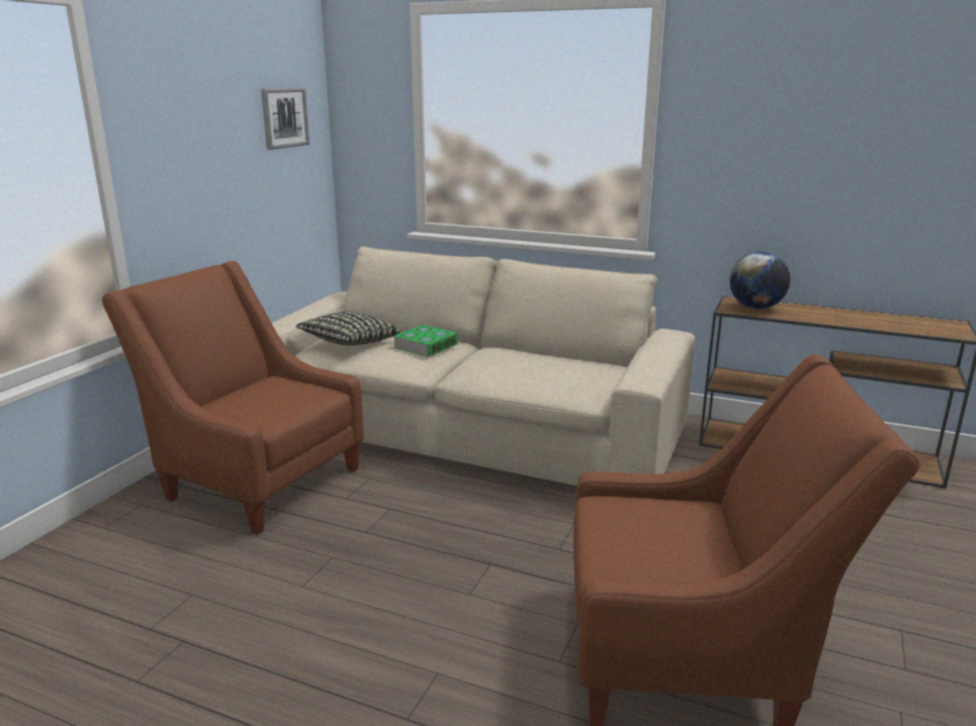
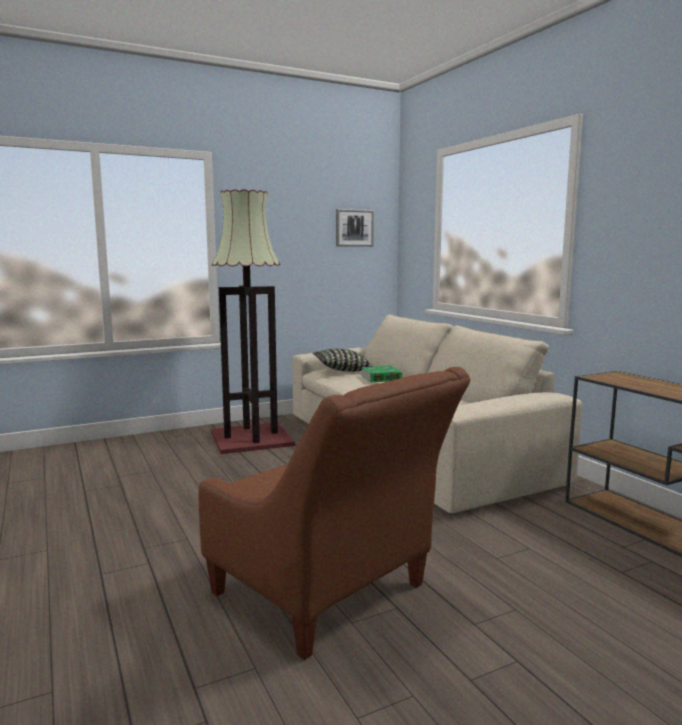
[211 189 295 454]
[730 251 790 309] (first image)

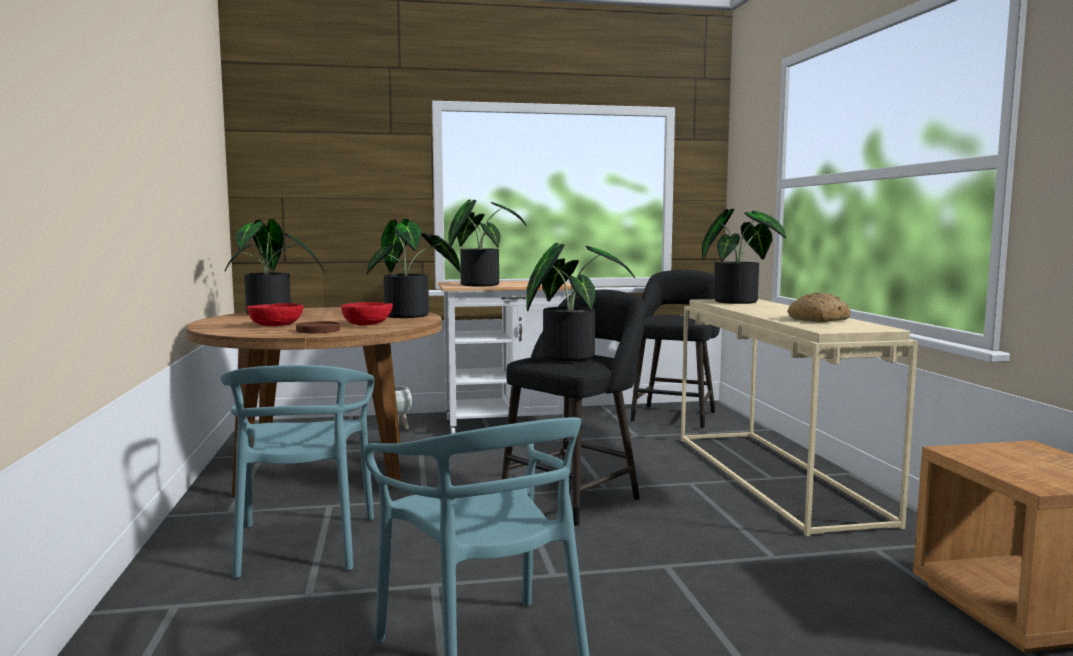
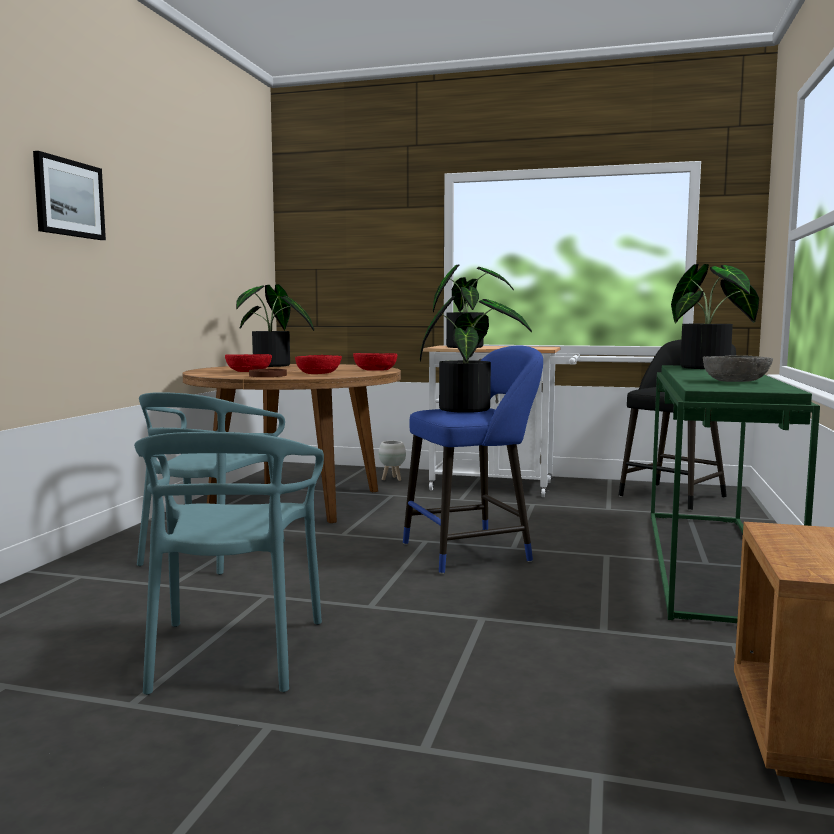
[353 353 397 371]
[403 345 543 574]
[651 365 820 623]
[703 356 773 382]
[33 151 106 240]

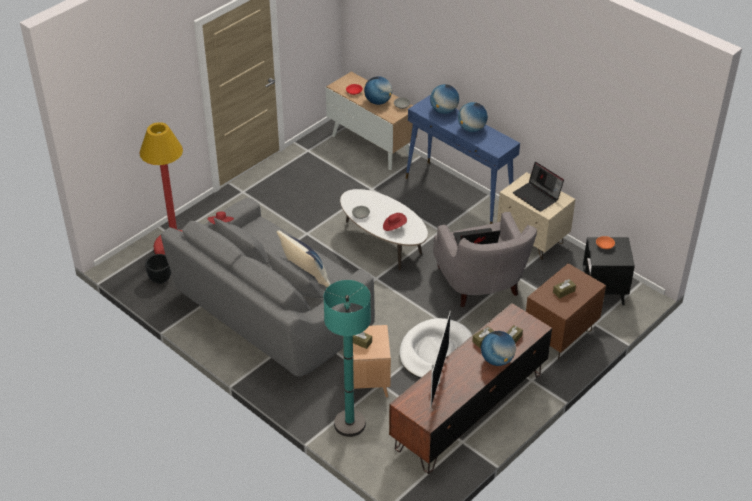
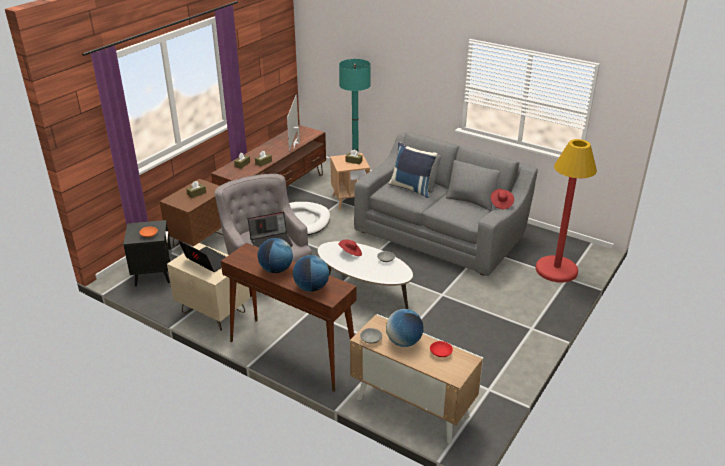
[145 254 171 284] (first image)
[221 243 357 392]
[481 331 516 366] (first image)

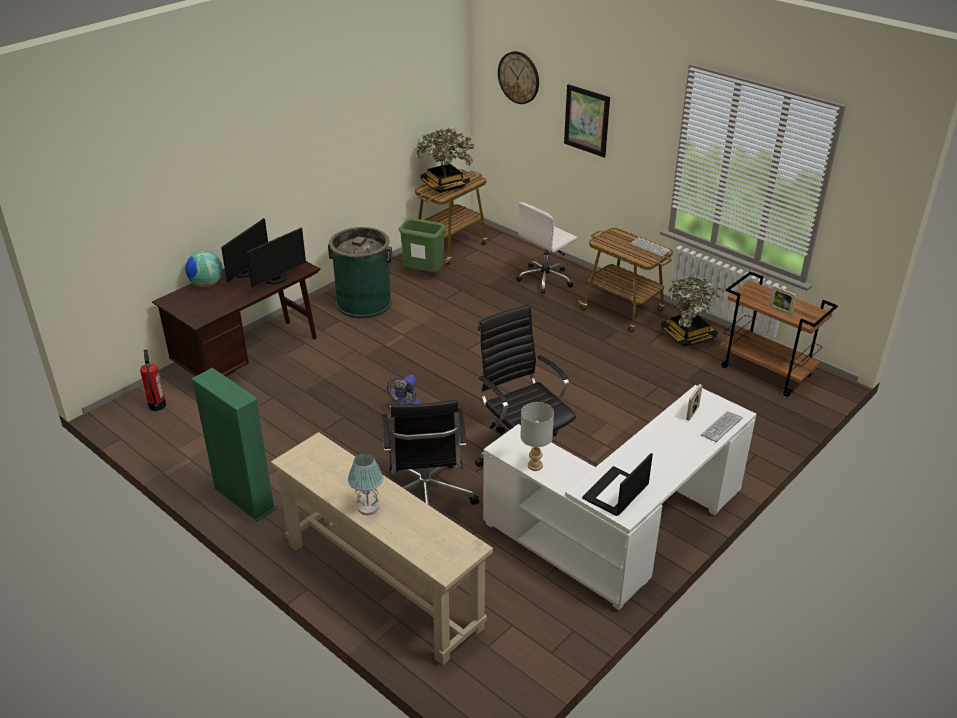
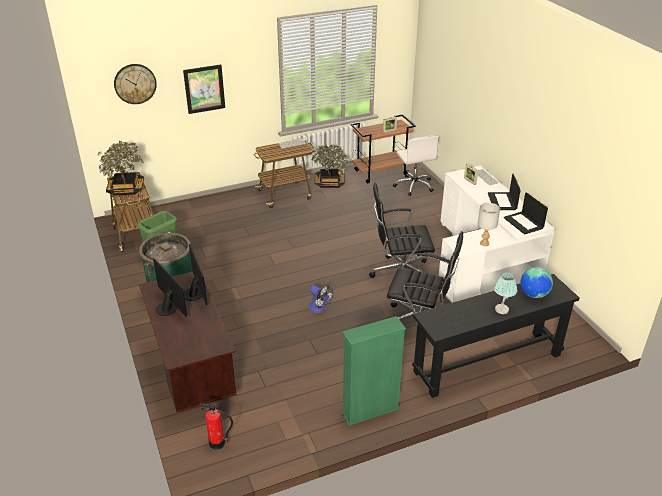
[520 267 553 298]
[412 274 580 398]
[393 135 439 196]
[488 174 521 210]

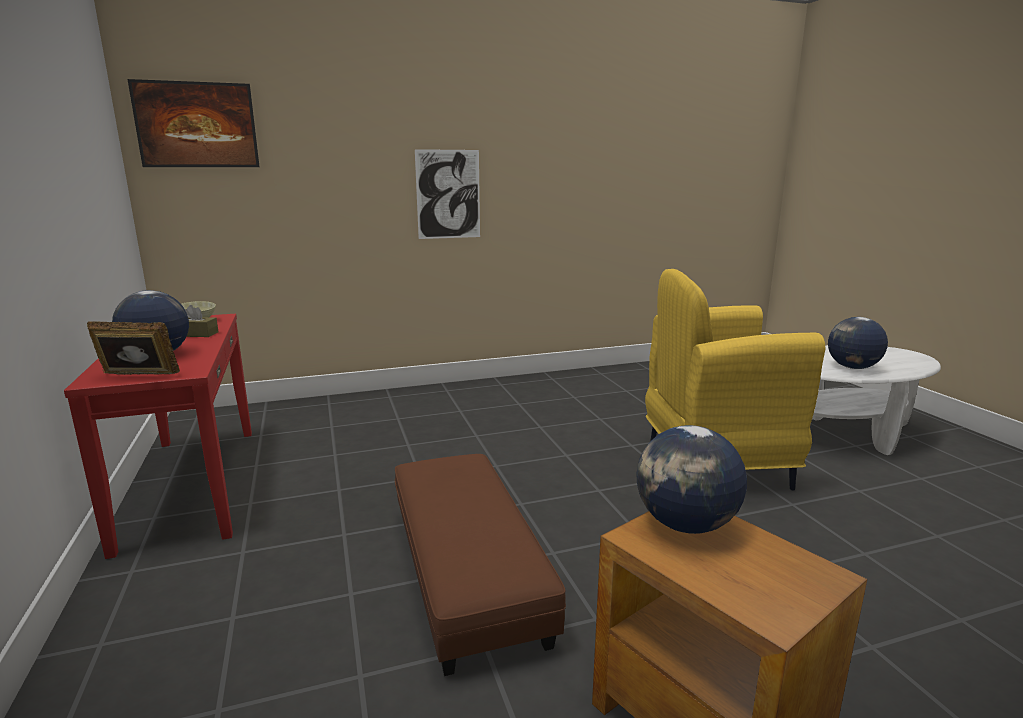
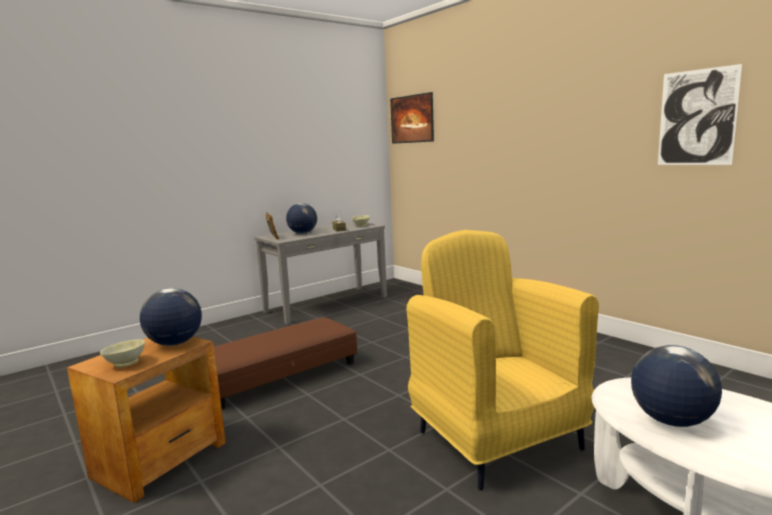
[255 222 387 324]
[658 64 742 165]
[100 339 145 368]

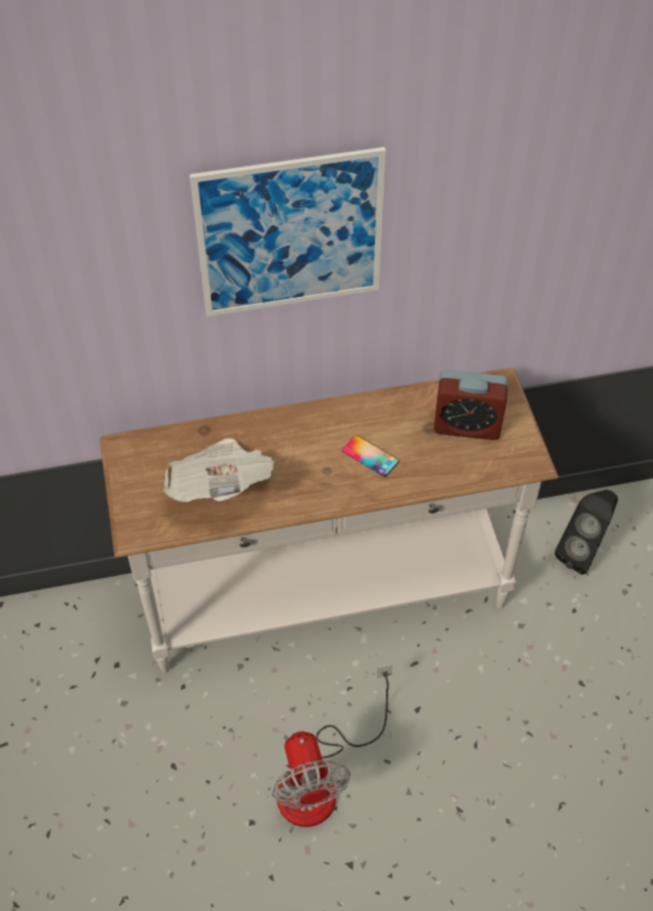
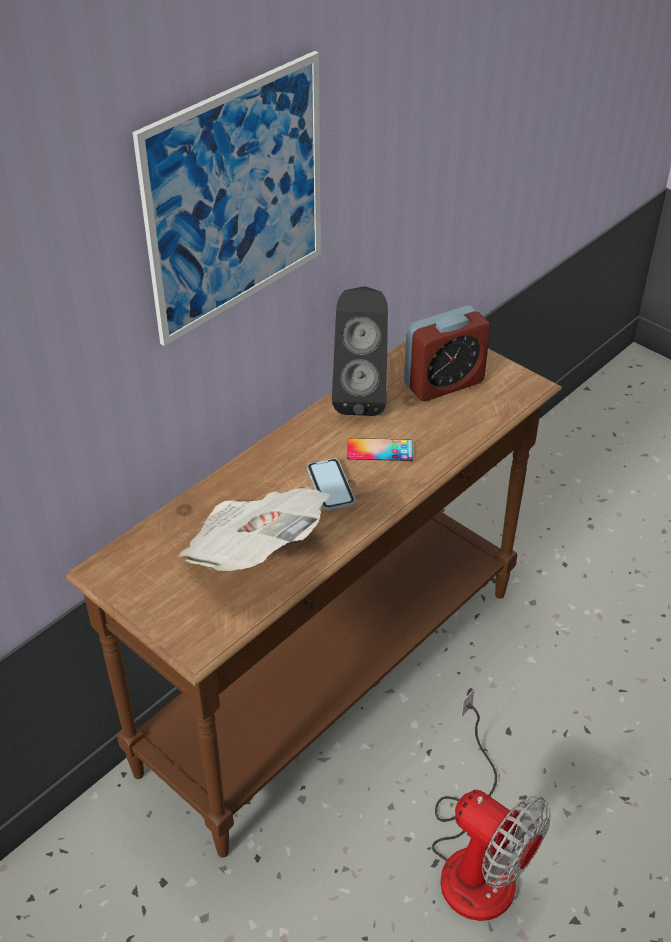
[66 341 562 858]
[332 286 388 416]
[307 458 355 510]

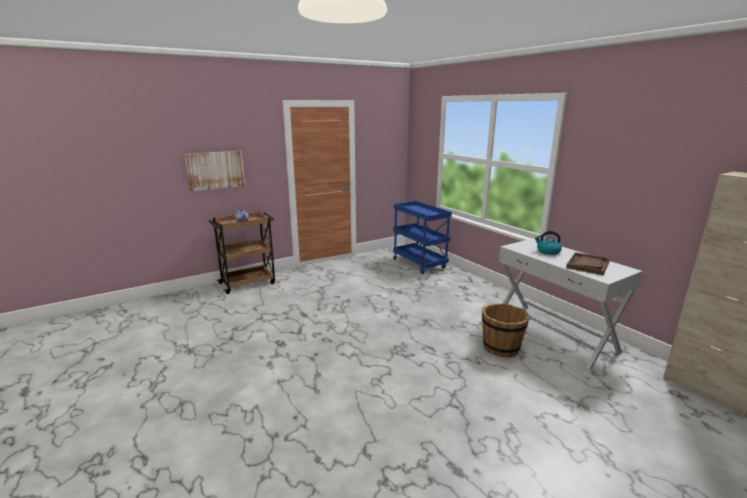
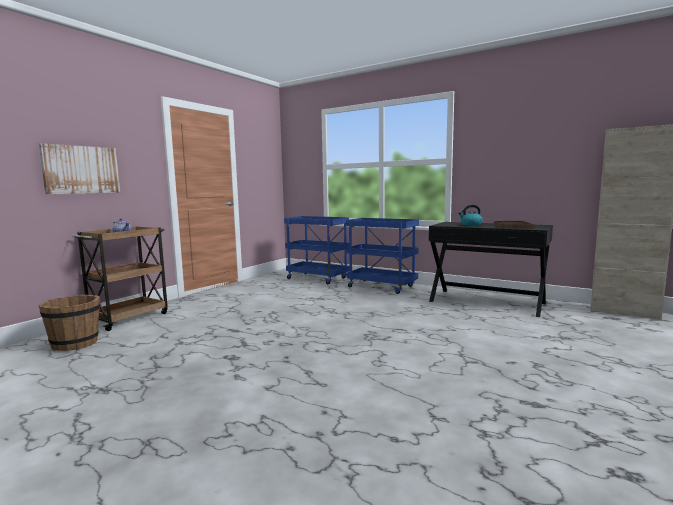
[38 295 100 351]
[429 222 553 317]
[346 218 419 294]

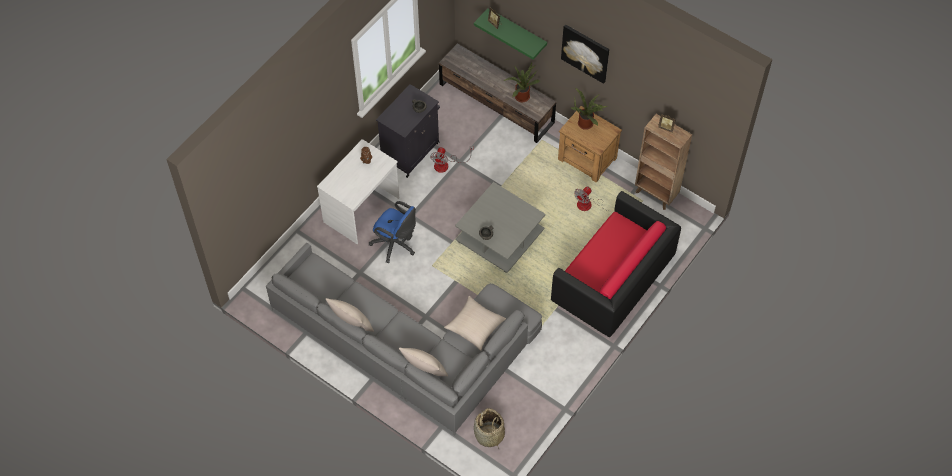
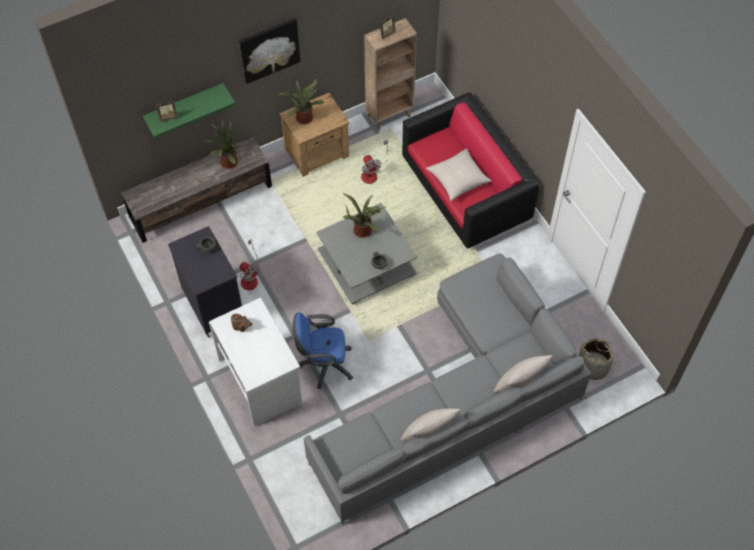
[293 312 353 389]
[426 148 492 201]
[343 193 385 238]

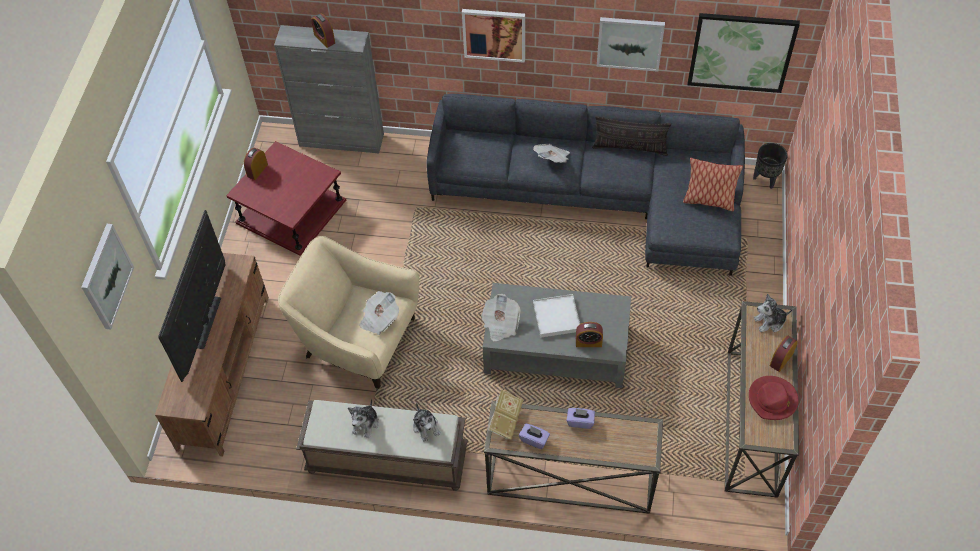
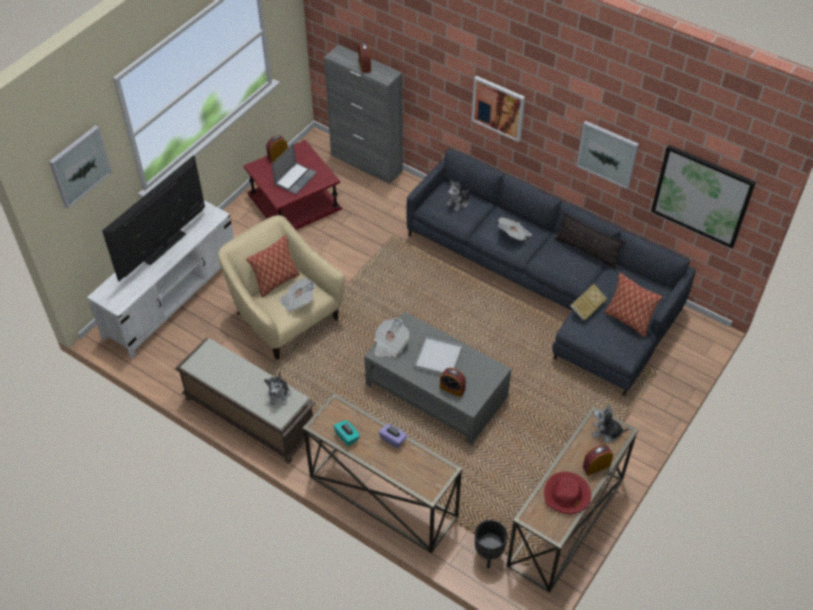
[87 200 234 358]
[446 180 470 212]
[571 284 607 320]
[333 420 360 446]
[475 520 508 568]
[246 235 300 297]
[272 143 317 195]

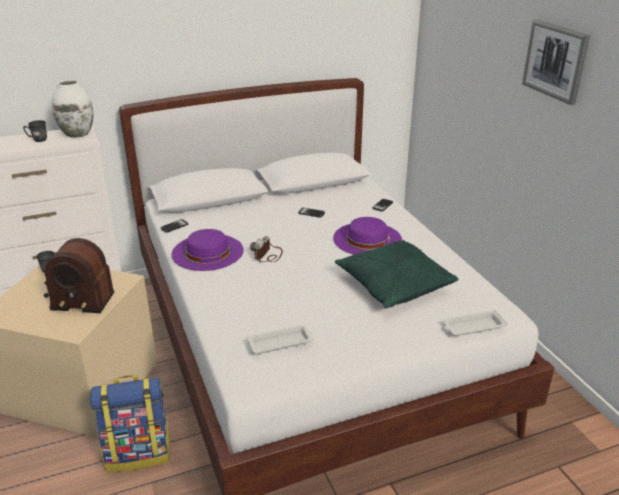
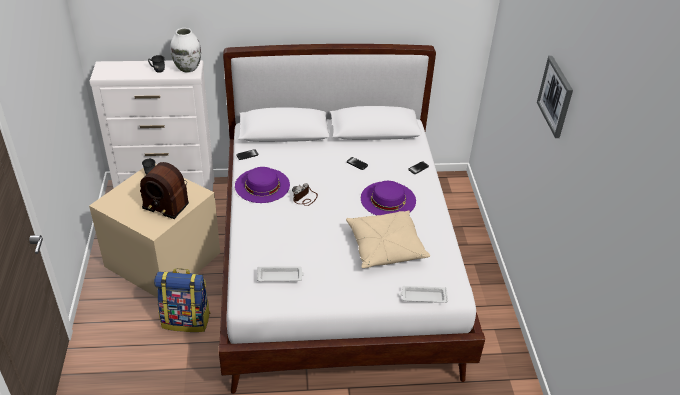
[346 210 430 268]

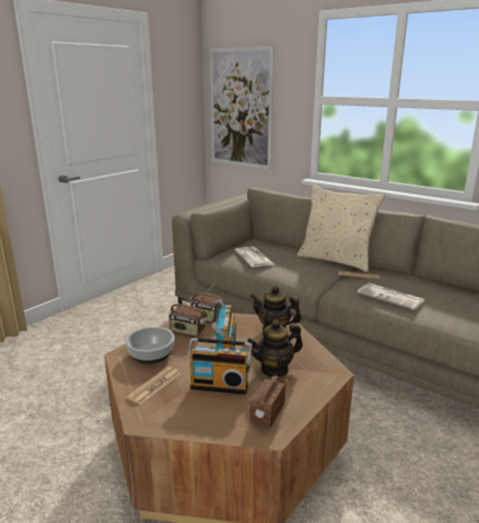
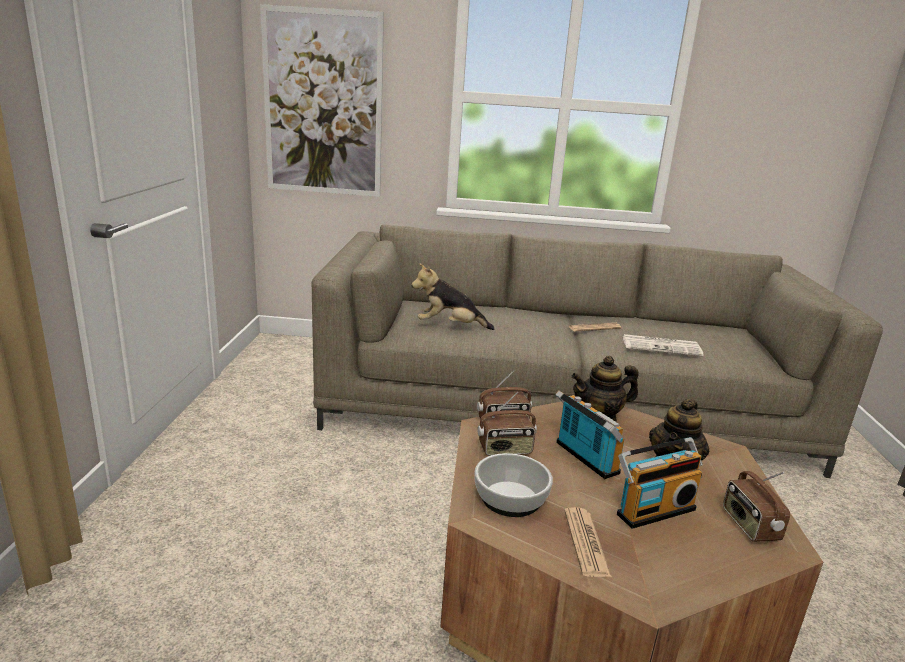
[411 263 494 330]
[297 185 385 272] (first image)

